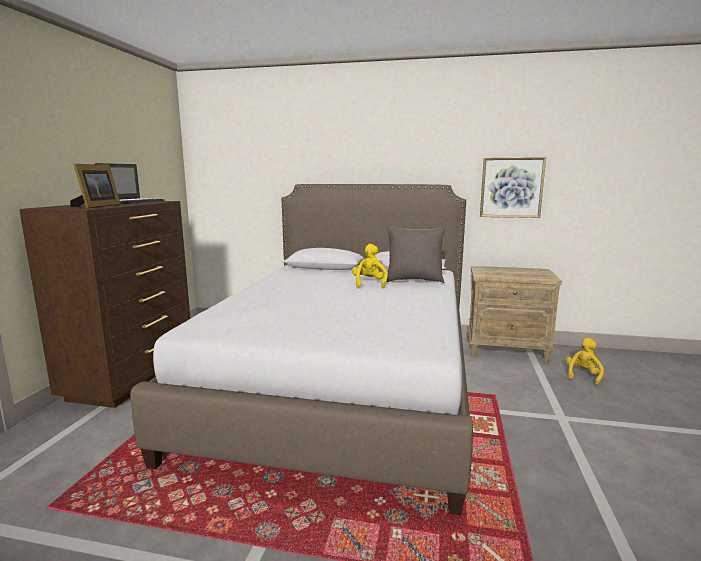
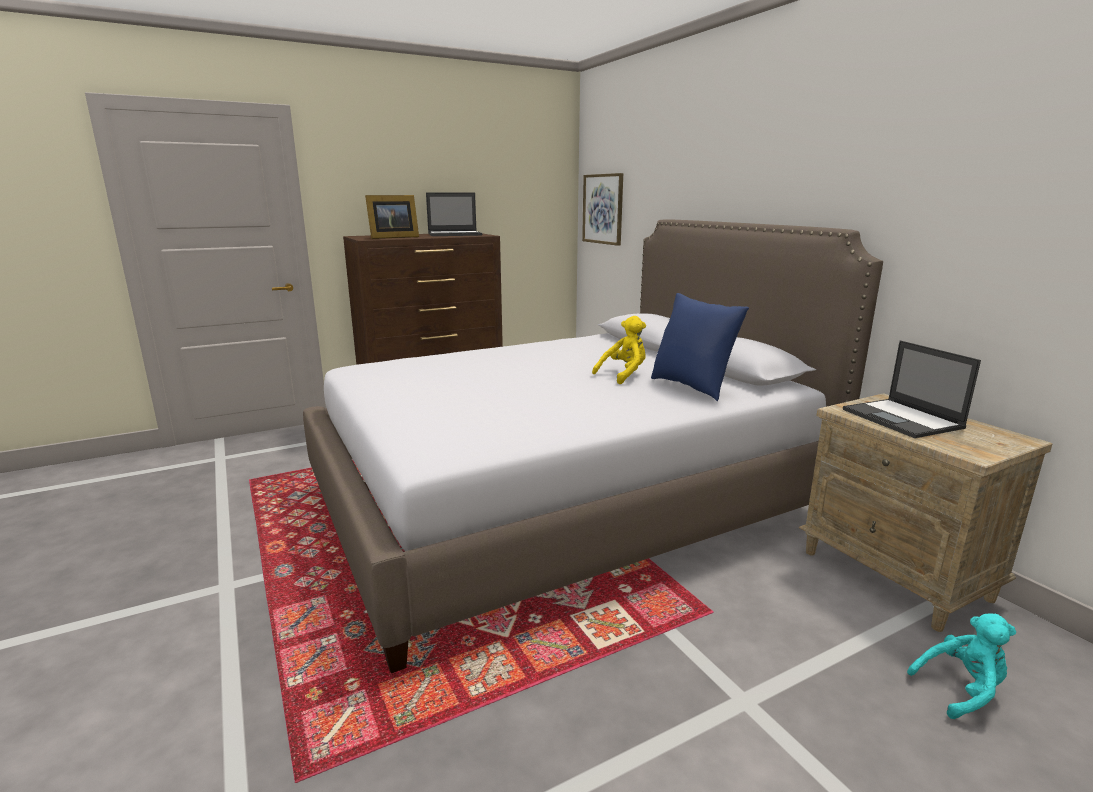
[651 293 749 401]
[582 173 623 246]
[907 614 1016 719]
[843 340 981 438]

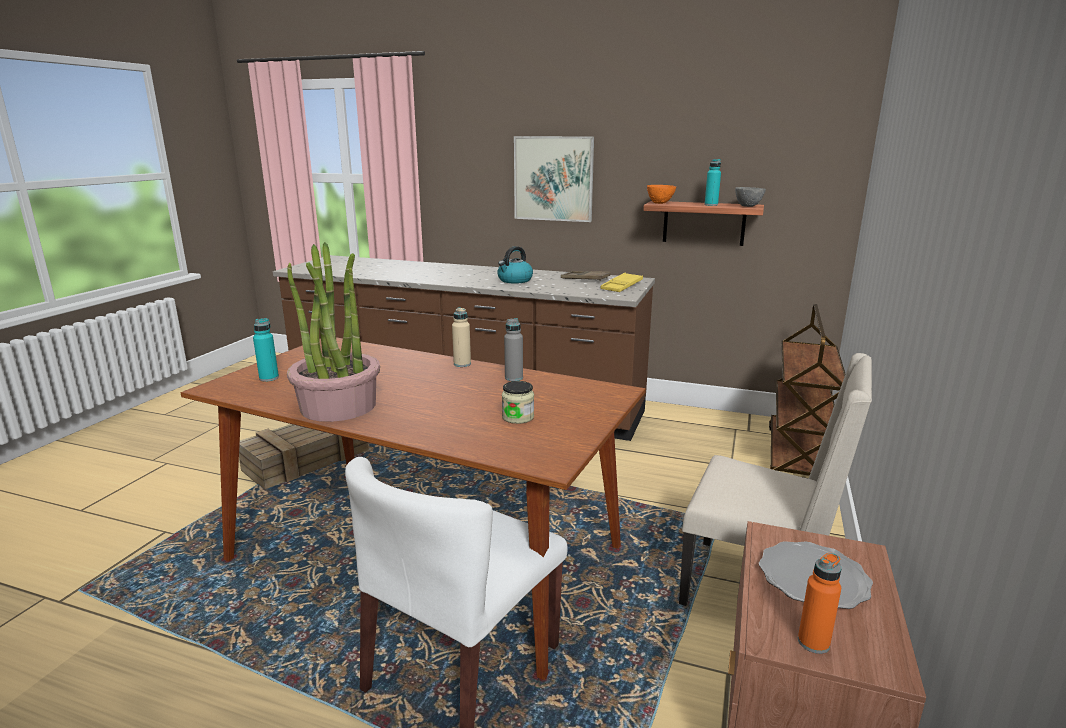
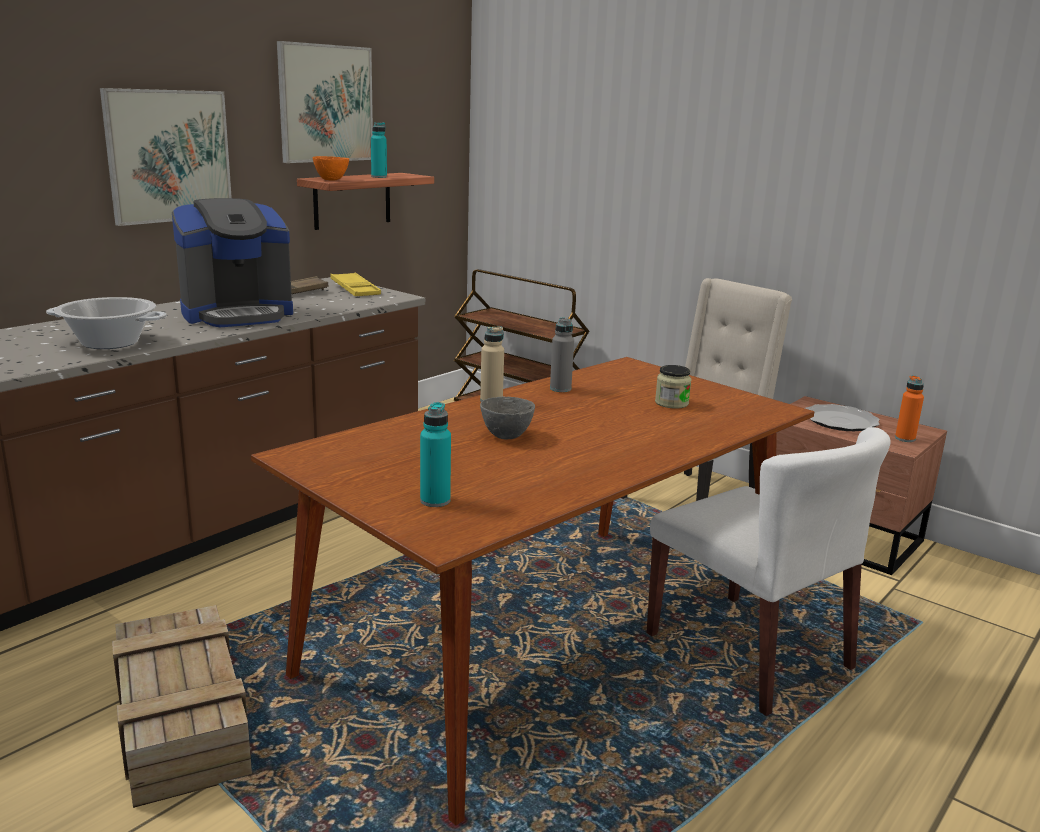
[287 242 380 422] (first image)
[172 198 293 327]
[480 397 535 439]
[46 297 167 349]
[277 41 373 163]

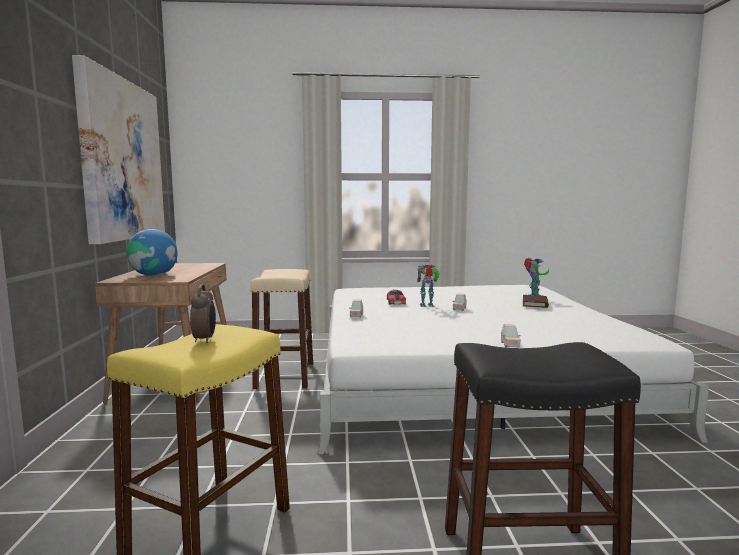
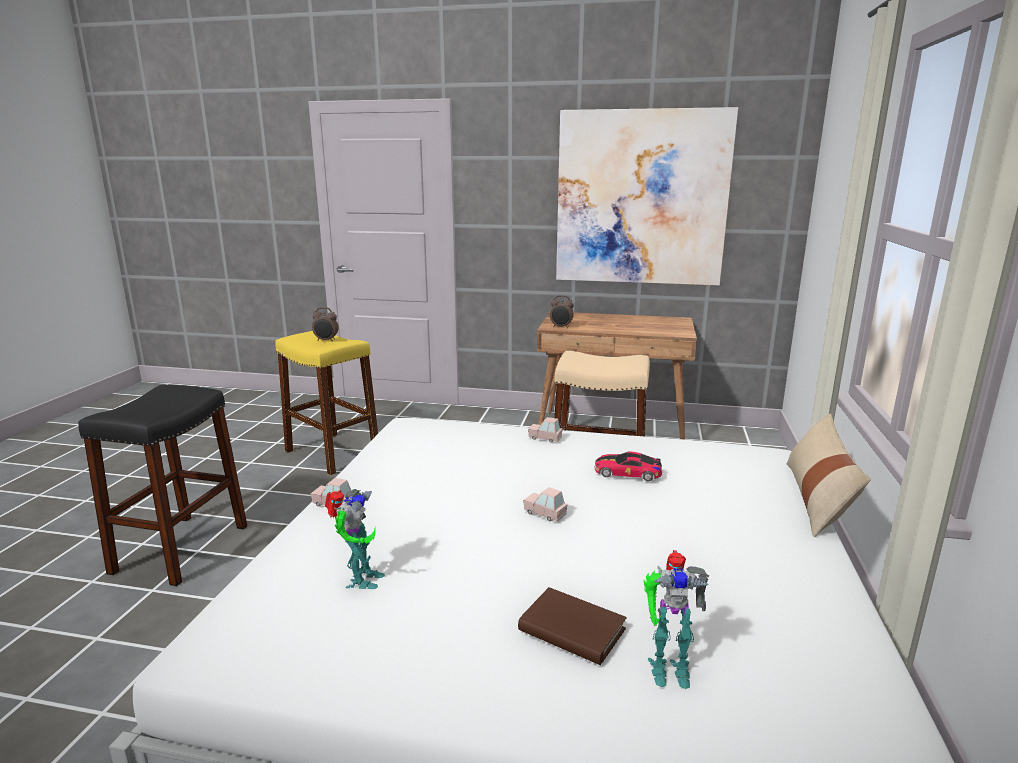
[126 229 177 276] (first image)
[325 489 385 589]
[550 295 574 328]
[786 414 871 537]

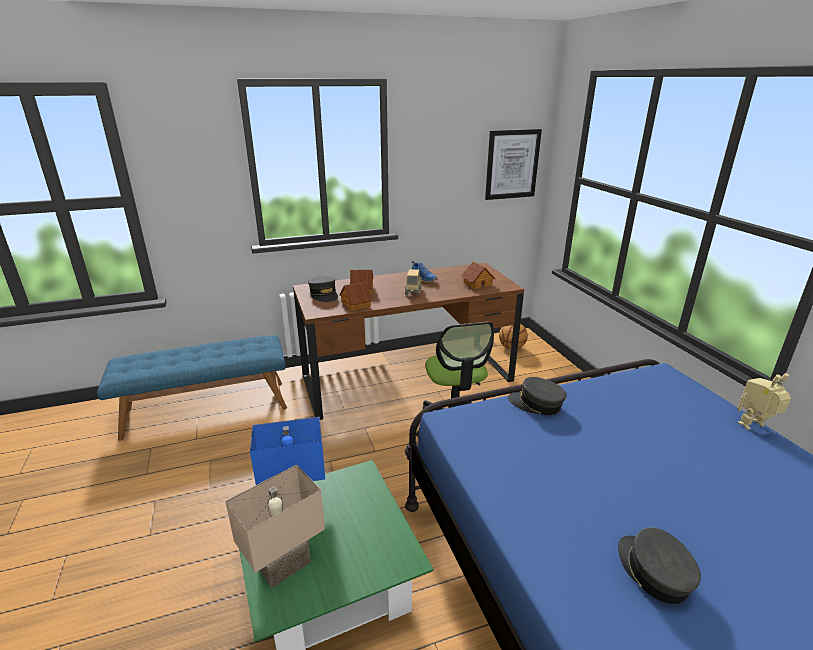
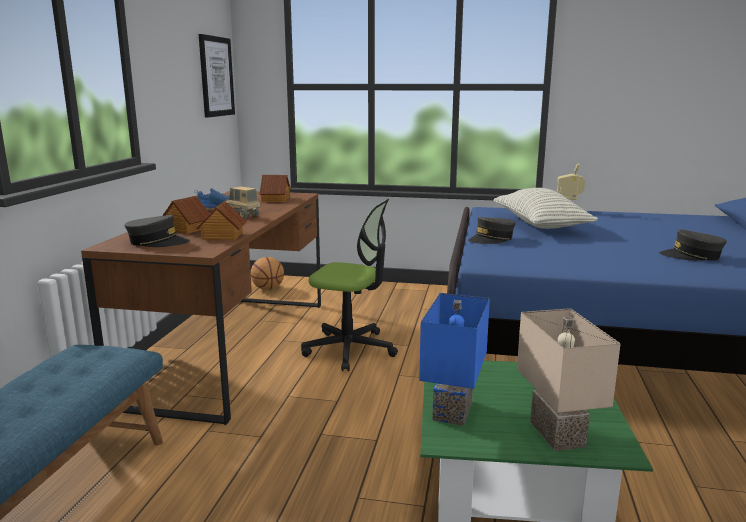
[493 188 598 229]

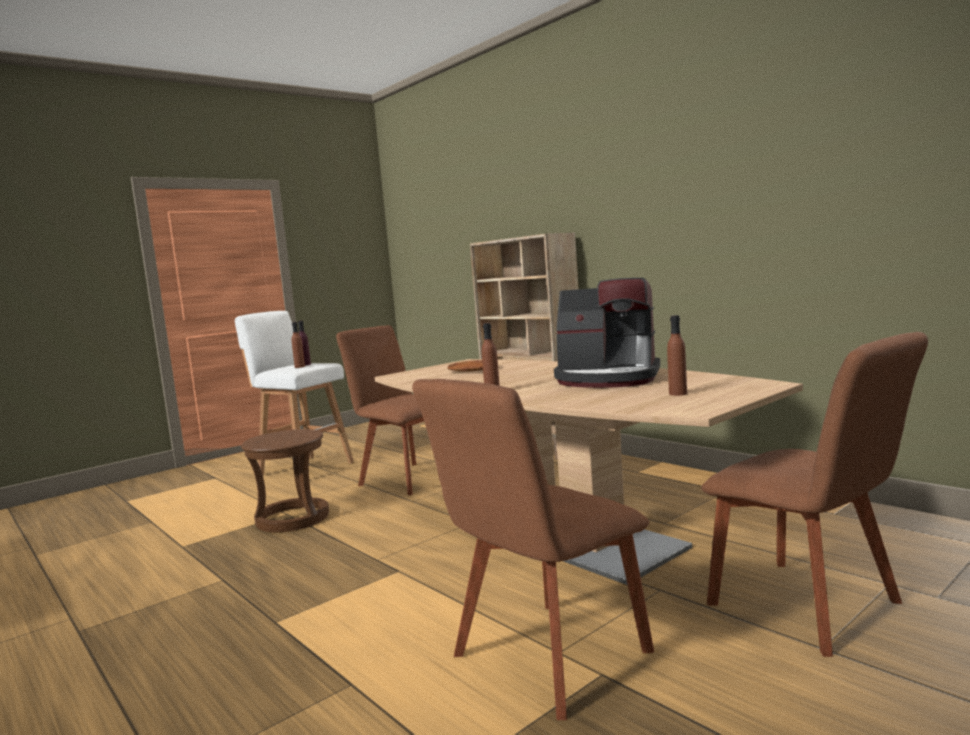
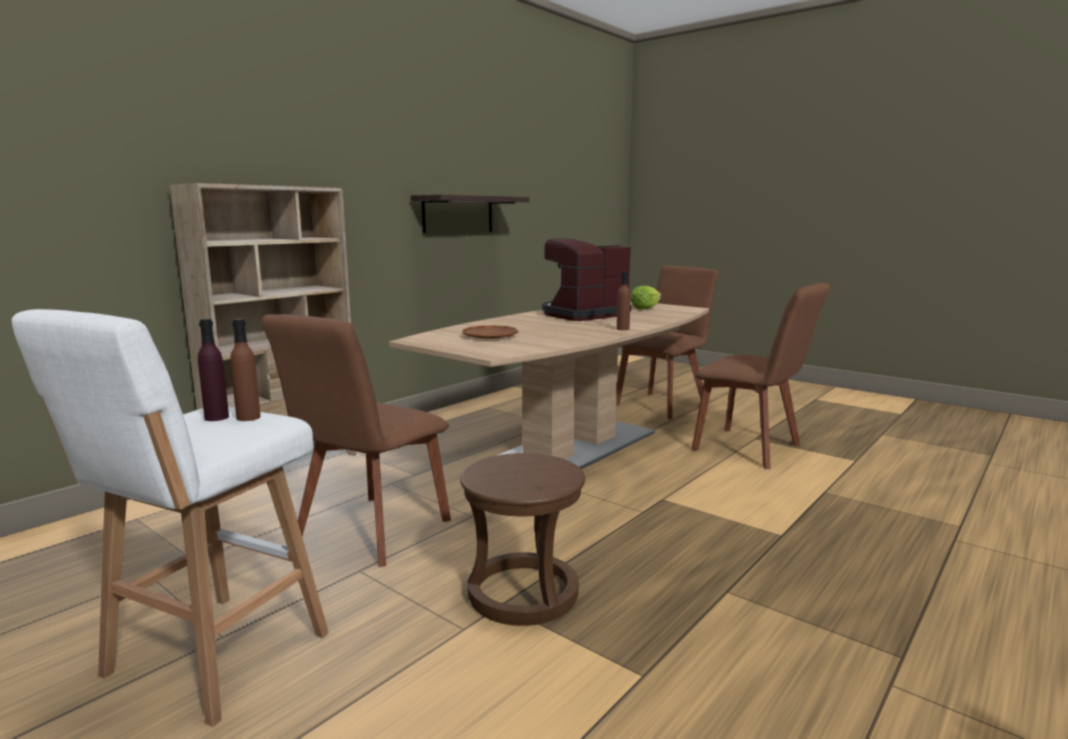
[542 238 631 321]
[630 286 661 310]
[411 194 530 234]

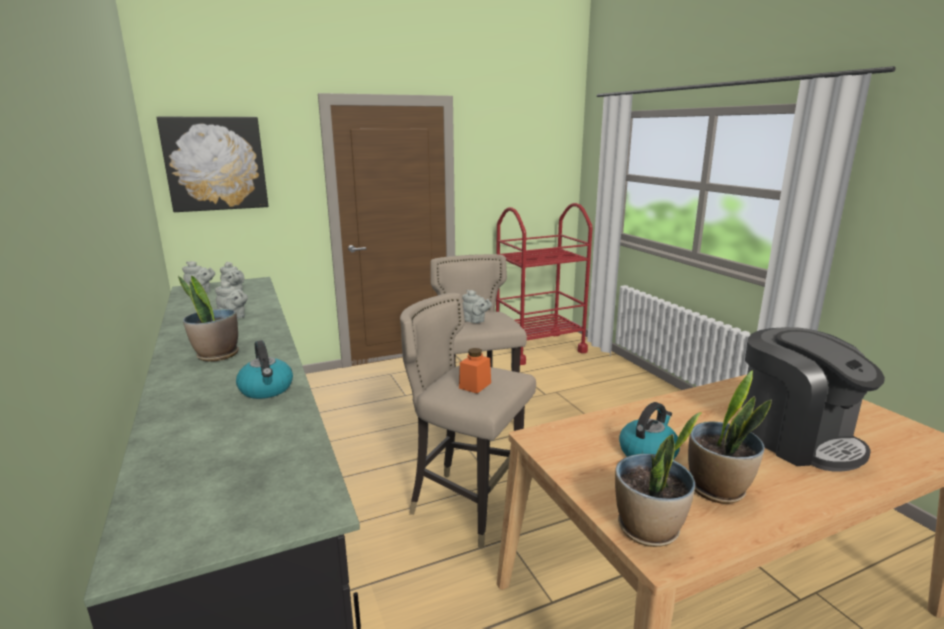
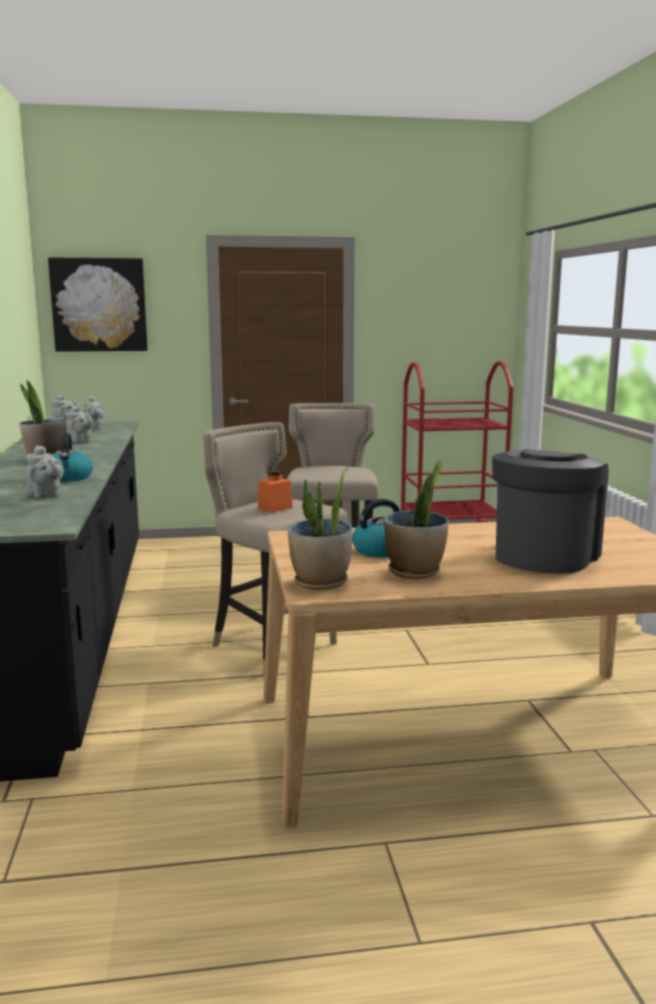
[26 445 64 498]
[492 449 609 574]

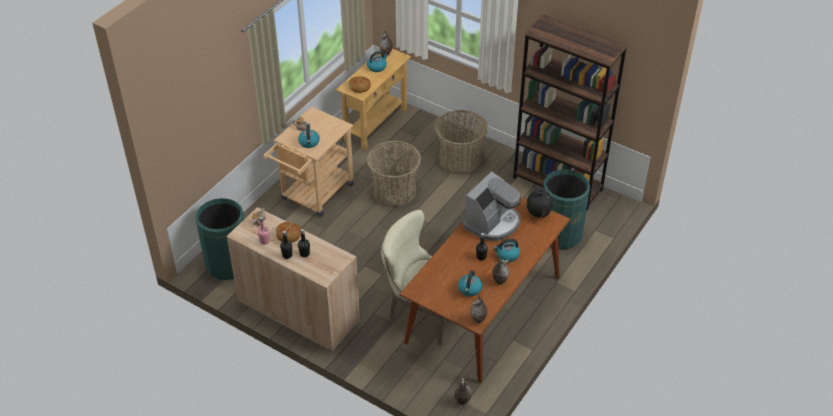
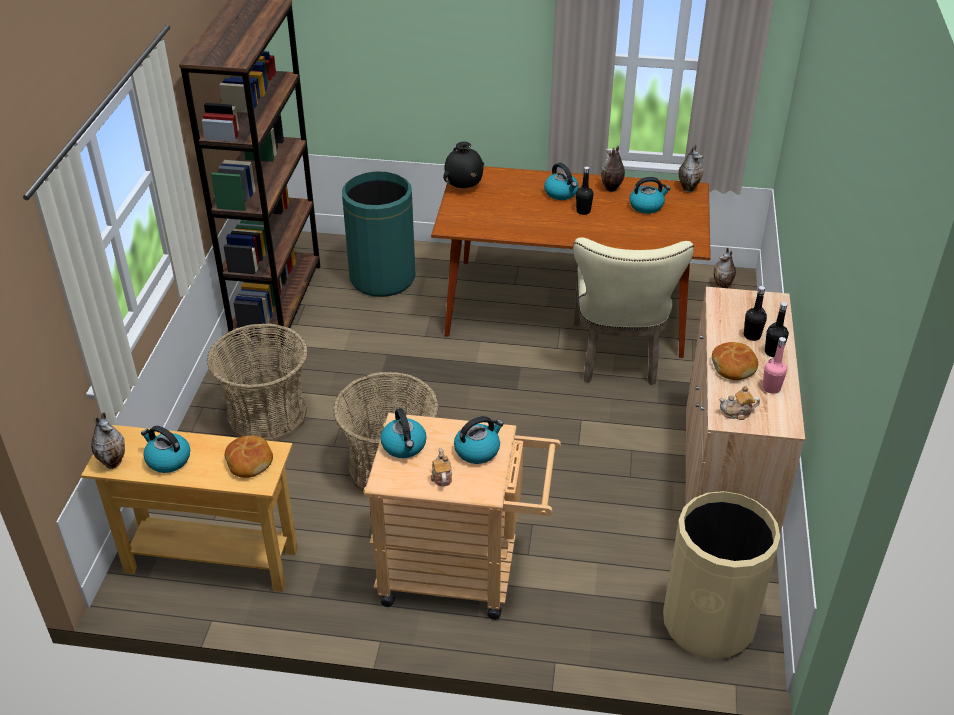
[663 491 780 659]
[463 171 521 241] (first image)
[380 408 427 458]

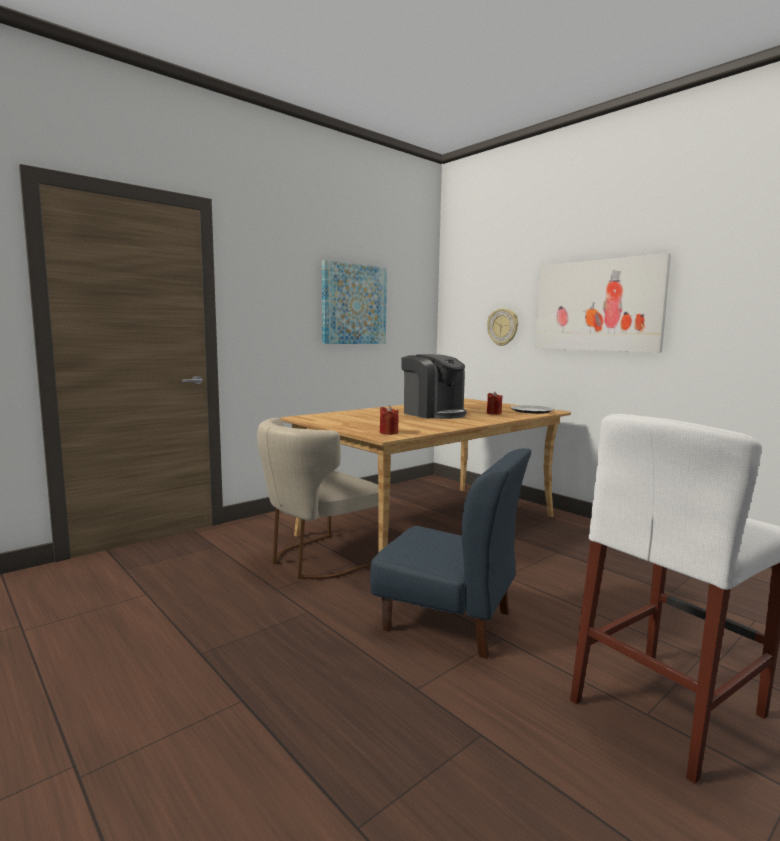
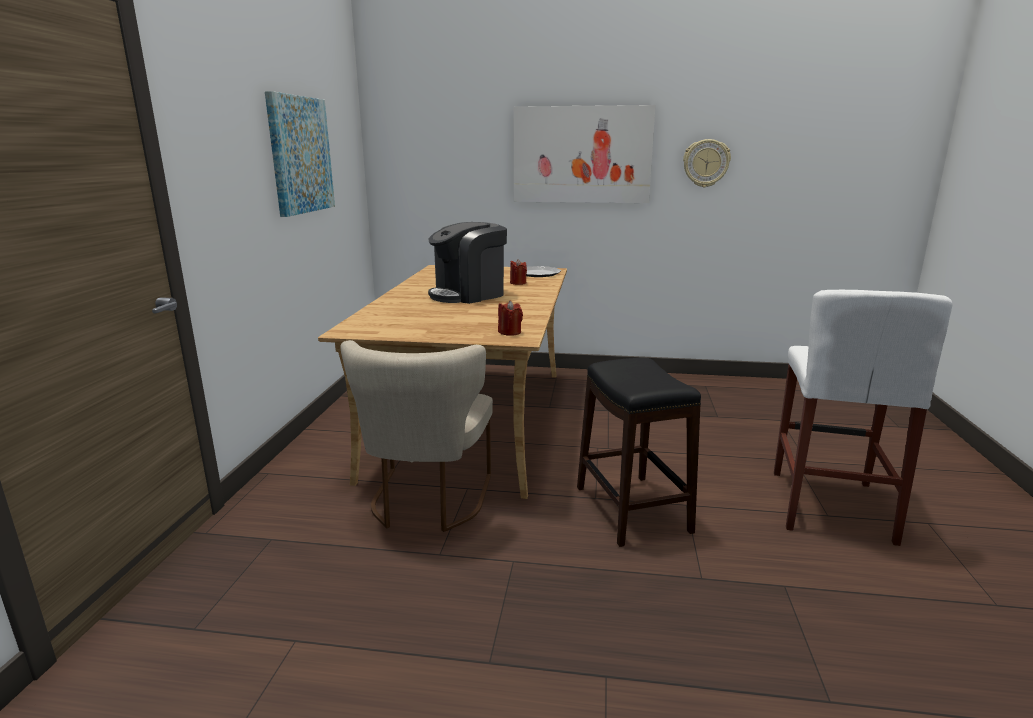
[577 358 701 547]
[428 222 507 304]
[683 139 731 187]

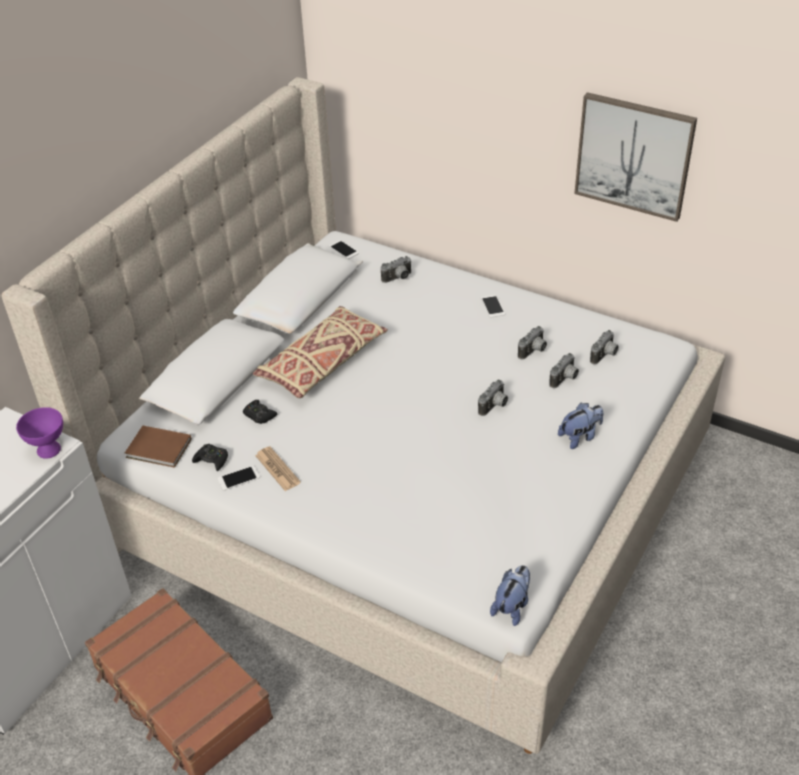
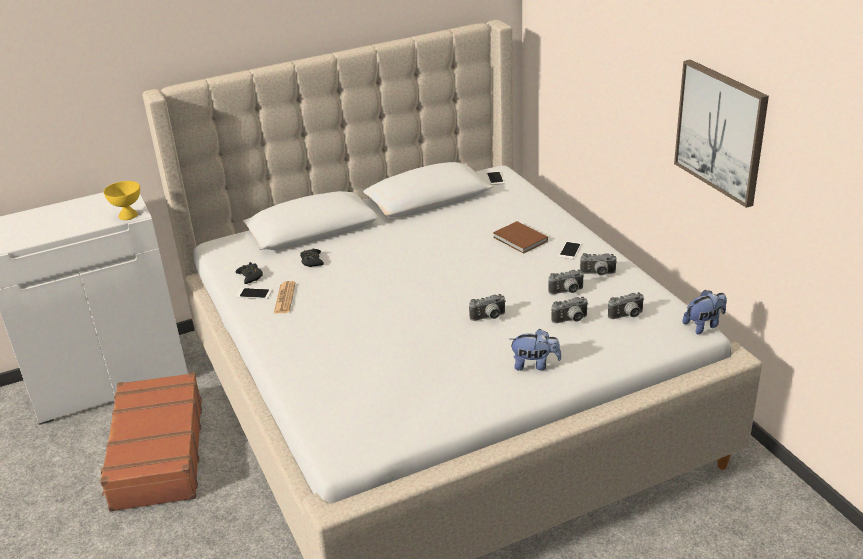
[104 181 140 220]
[493 221 548 254]
[253 306 388 398] (first image)
[580 253 617 276]
[683 290 727 334]

